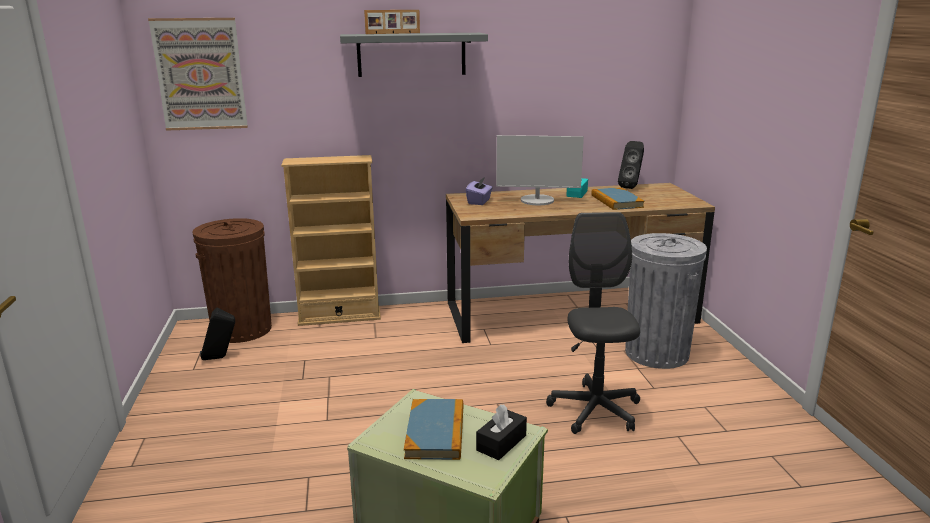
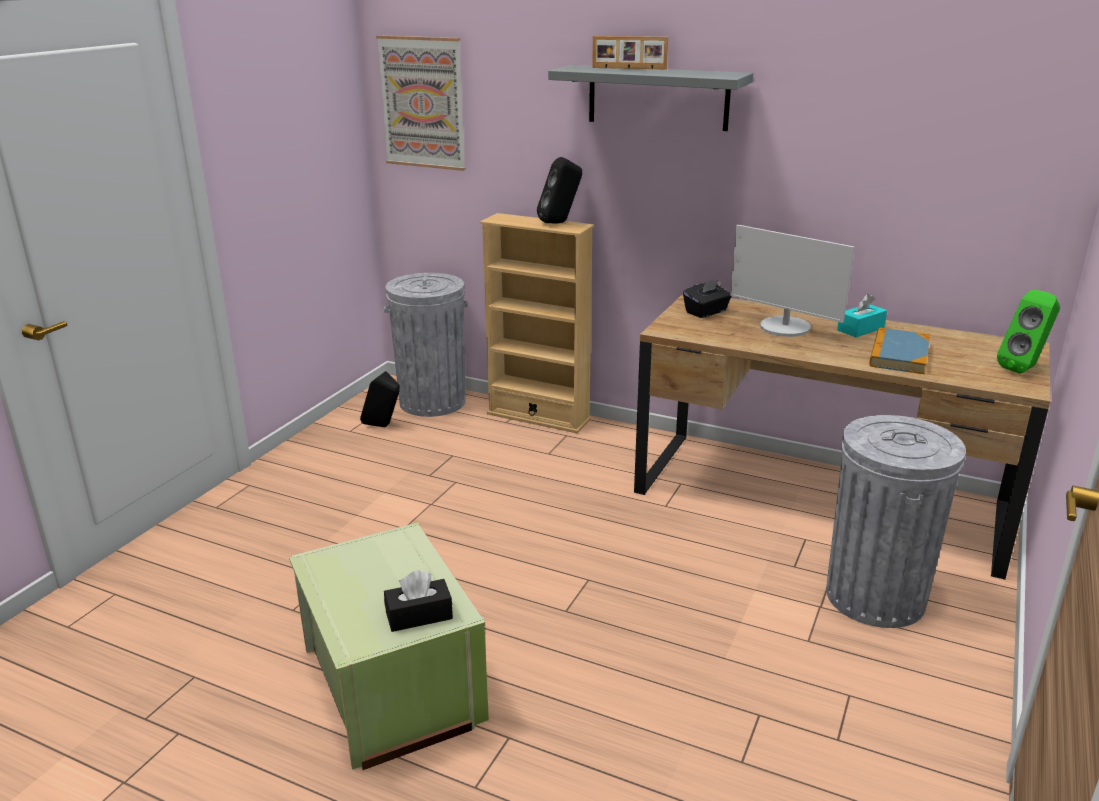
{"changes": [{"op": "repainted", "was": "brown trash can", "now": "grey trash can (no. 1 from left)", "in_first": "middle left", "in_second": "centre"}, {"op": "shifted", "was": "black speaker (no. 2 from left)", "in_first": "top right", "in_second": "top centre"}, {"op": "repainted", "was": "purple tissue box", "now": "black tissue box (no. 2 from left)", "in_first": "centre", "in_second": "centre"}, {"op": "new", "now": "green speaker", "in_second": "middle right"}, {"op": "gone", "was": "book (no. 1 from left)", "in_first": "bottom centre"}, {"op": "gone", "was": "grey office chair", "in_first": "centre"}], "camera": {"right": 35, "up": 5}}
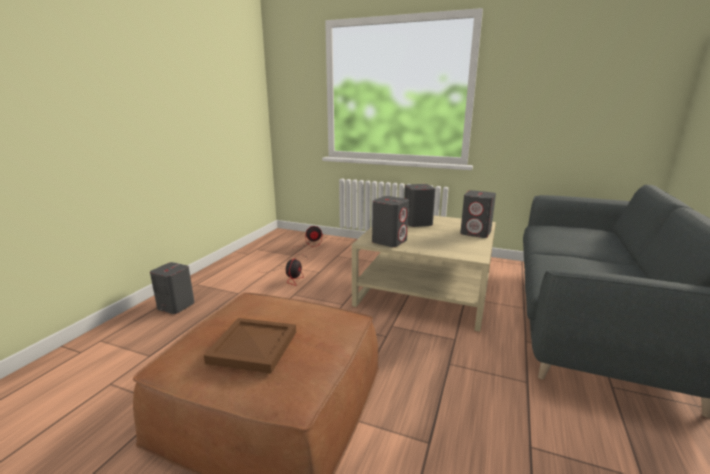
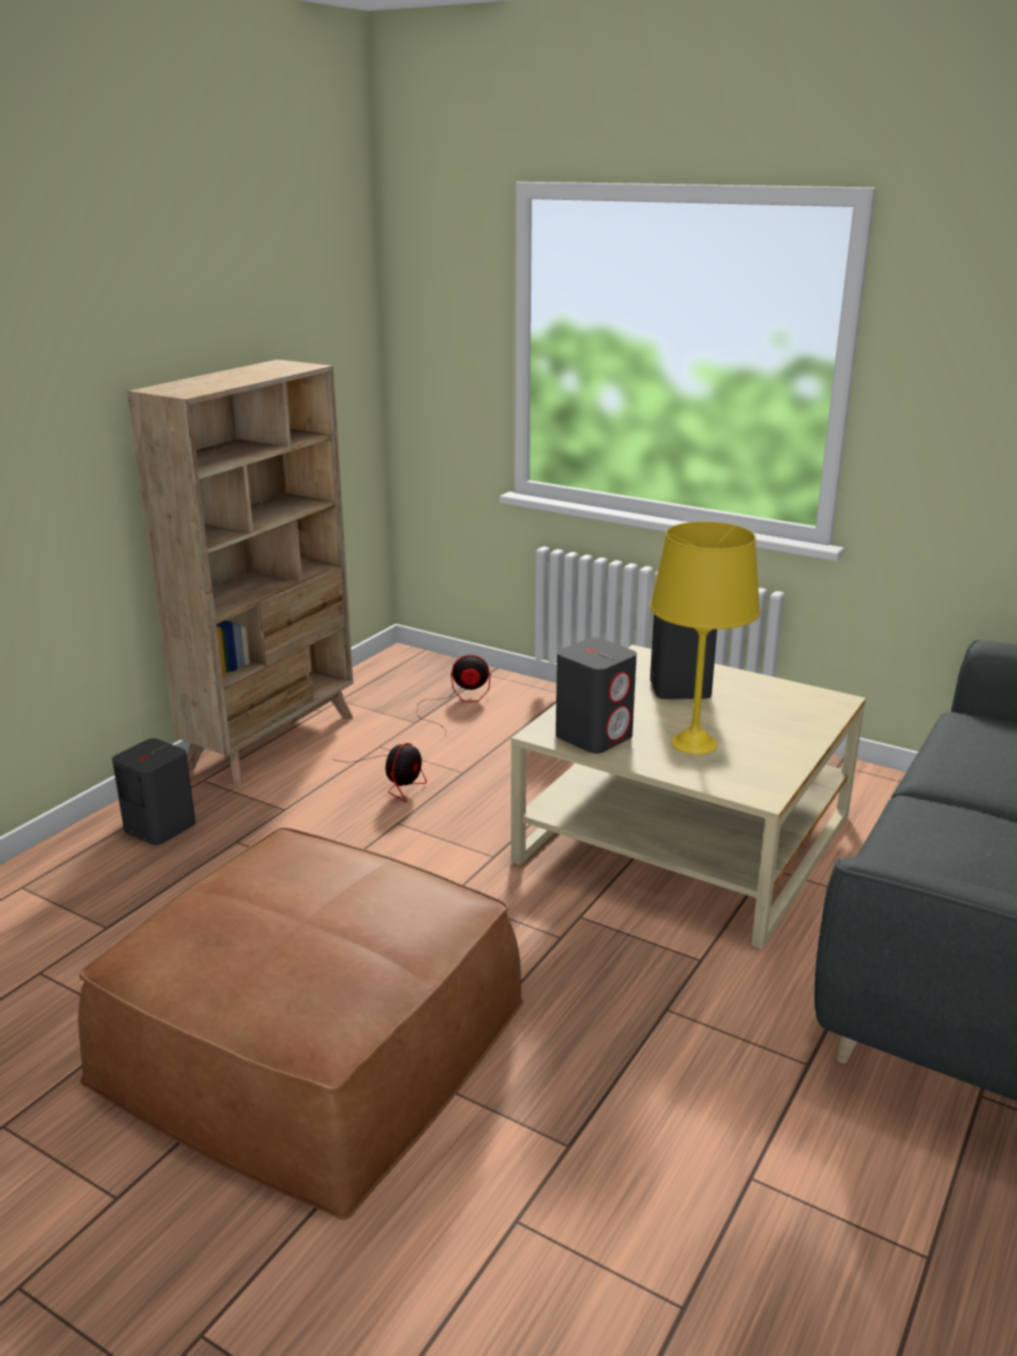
{"changes": [{"op": "new", "now": "beige bookcase", "in_second": "middle left"}, {"op": "new", "now": "yellow table lamp", "in_second": "middle right"}, {"op": "gone", "was": "brown tray", "in_first": "bottom centre"}, {"op": "gone", "was": "grey speaker (no. 4 from left)", "in_first": "middle right"}], "camera": {"right": 10, "up": 5}}
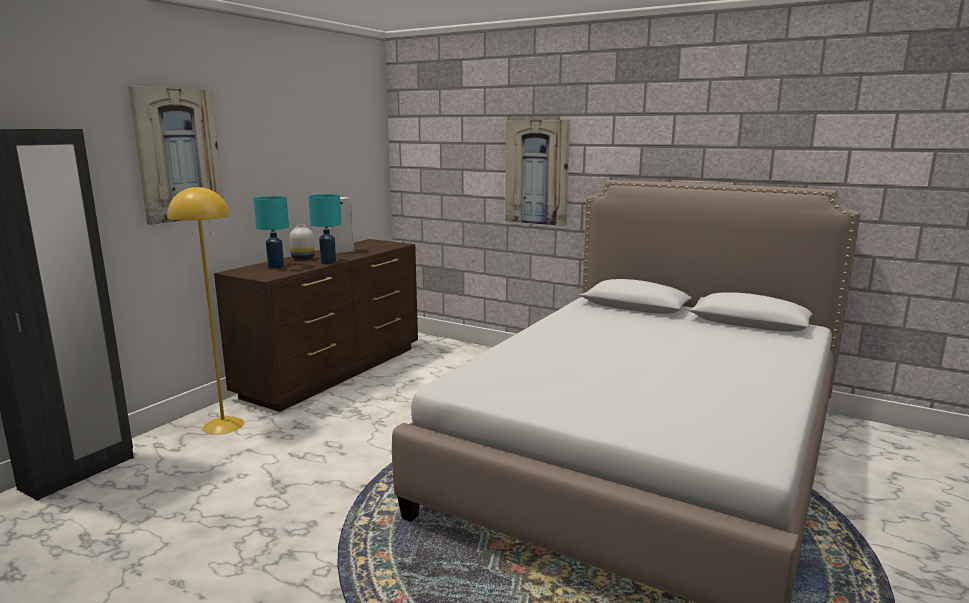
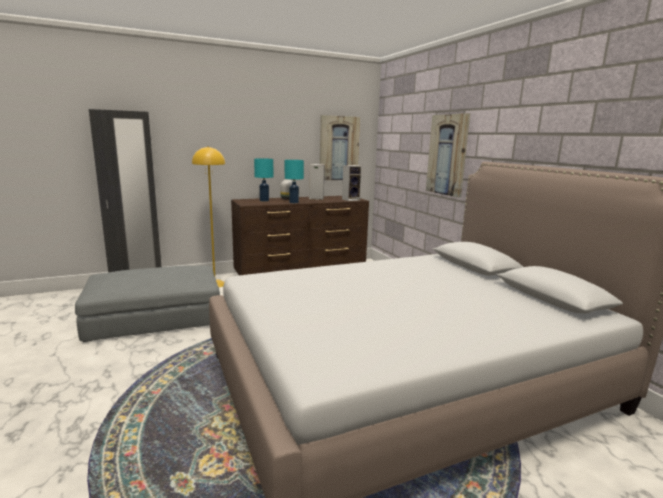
{"changes": [{"op": "new", "now": "grey ottoman", "in_second": "middle left"}, {"op": "shifted", "was": "picture (no. 1 from left)", "in_first": "top left", "in_second": "top centre"}, {"op": "new", "now": "speaker (no. 2 from left)", "in_second": "centre"}], "camera": {"right": 35, "up": 0}}
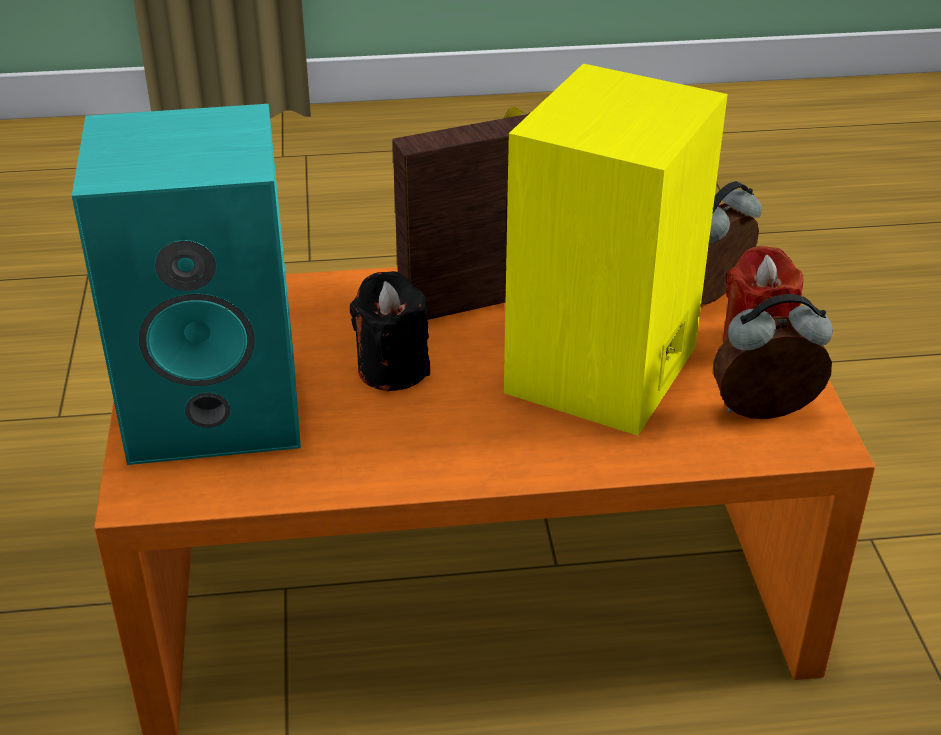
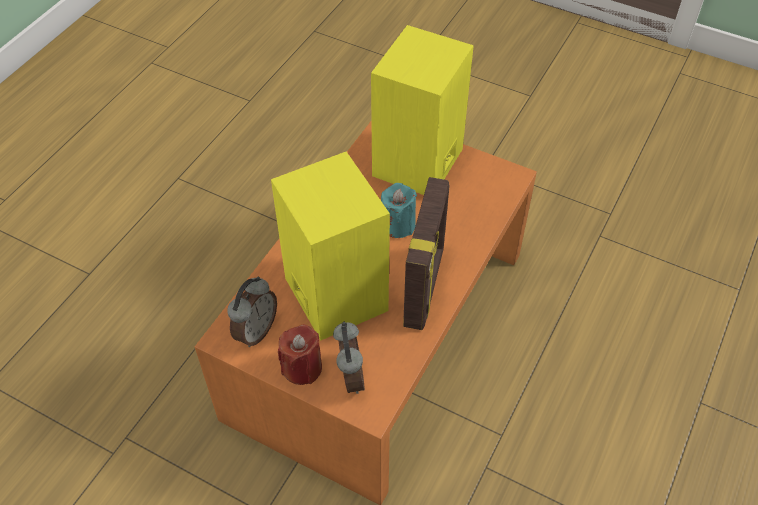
{"changes": [{"op": "repainted", "was": "turquoise speaker", "now": "yellow speaker (no. 2 from left)", "in_first": "middle left", "in_second": "top centre"}, {"op": "repainted", "was": "black candle", "now": "turquoise candle", "in_first": "centre", "in_second": "centre"}], "camera": {"right": 125, "up": 15}}
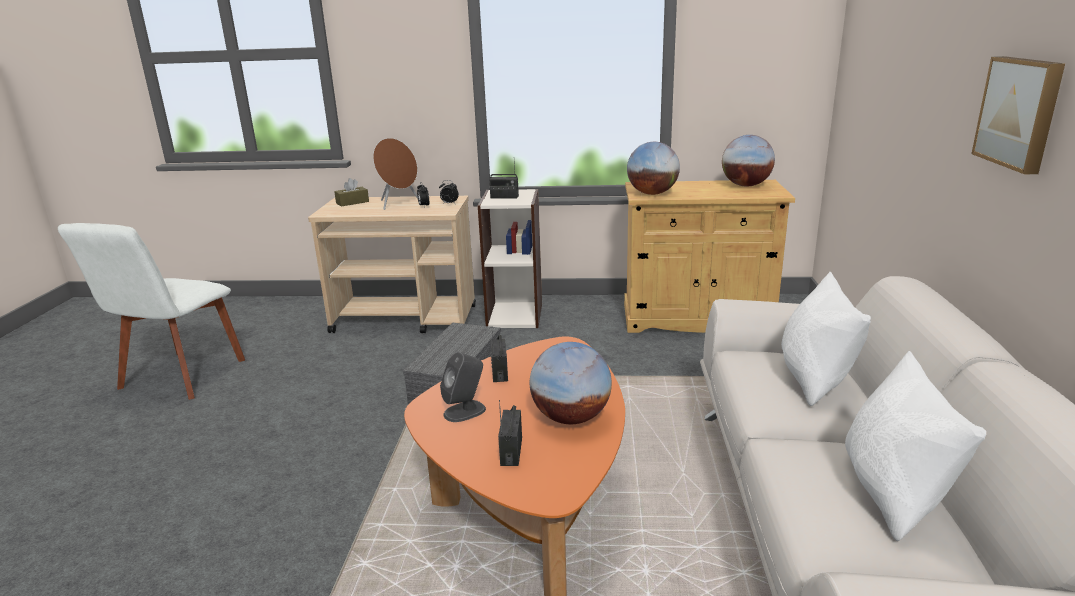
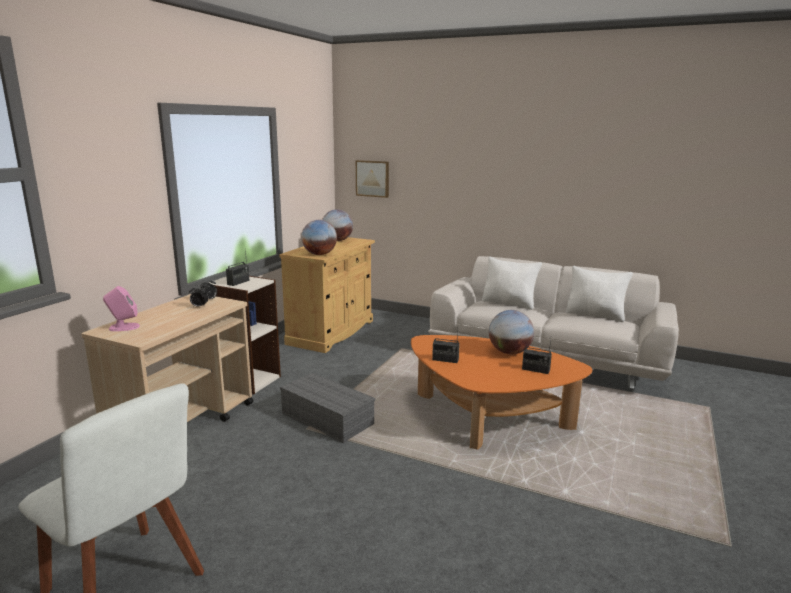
{"changes": [{"op": "swapped", "was": "brown tissue box", "now": "pink speaker", "in_first": "top left", "in_second": "middle left"}, {"op": "shifted", "was": "picture", "in_first": "top right", "in_second": "top centre"}, {"op": "gone", "was": "brown speaker", "in_first": "top centre"}, {"op": "gone", "was": "grey speaker", "in_first": "centre"}], "camera": {"right": -70, "up": -5}}
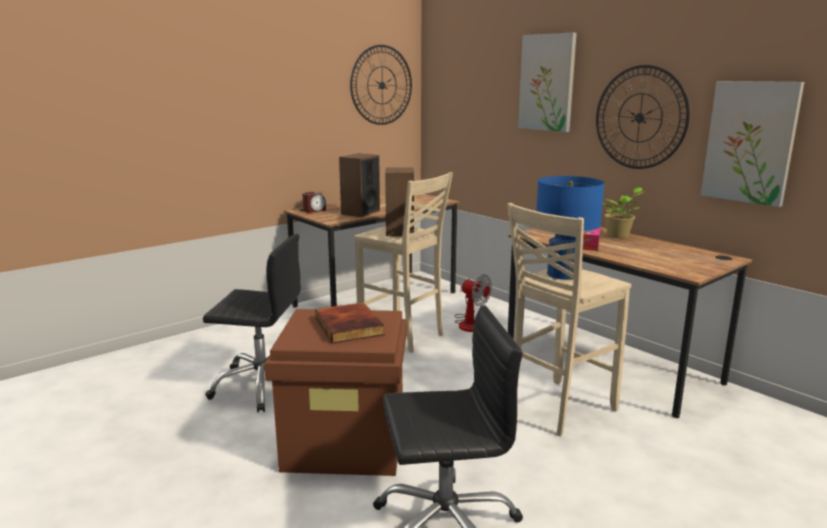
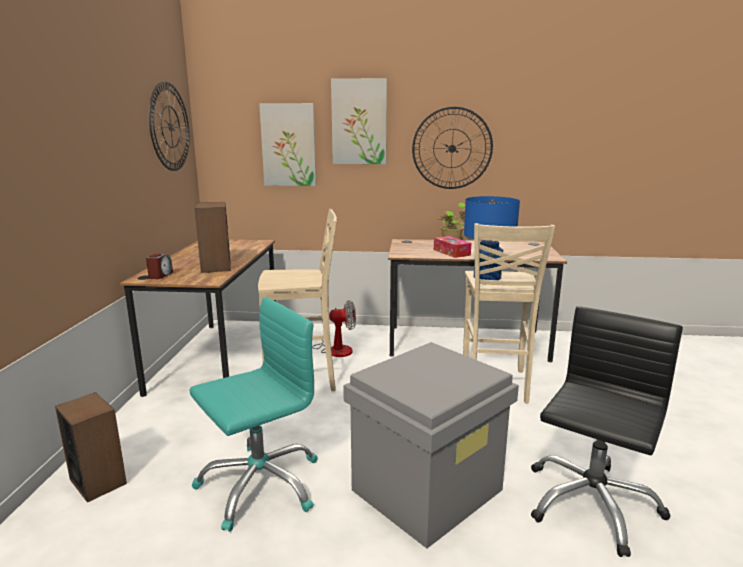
{"changes": [{"op": "shifted", "was": "speaker (no. 2 from left in the first image)", "now": "speaker (no. 1 from left)", "in_first": "centre", "in_second": "bottom left"}, {"op": "repainted", "was": "black office chair (no. 1 from left)", "now": "turquoise office chair", "in_first": "middle left", "in_second": "bottom centre"}, {"op": "shifted", "was": "picture (no. 2 from left in the first image)", "now": "picture (no. 1 from left)", "in_first": "top right", "in_second": "top centre"}, {"op": "repainted", "was": "brown storage box", "now": "grey storage box", "in_first": "bottom centre", "in_second": "bottom centre"}, {"op": "gone", "was": "book", "in_first": "centre"}], "camera": {"right": -45, "up": 0}}
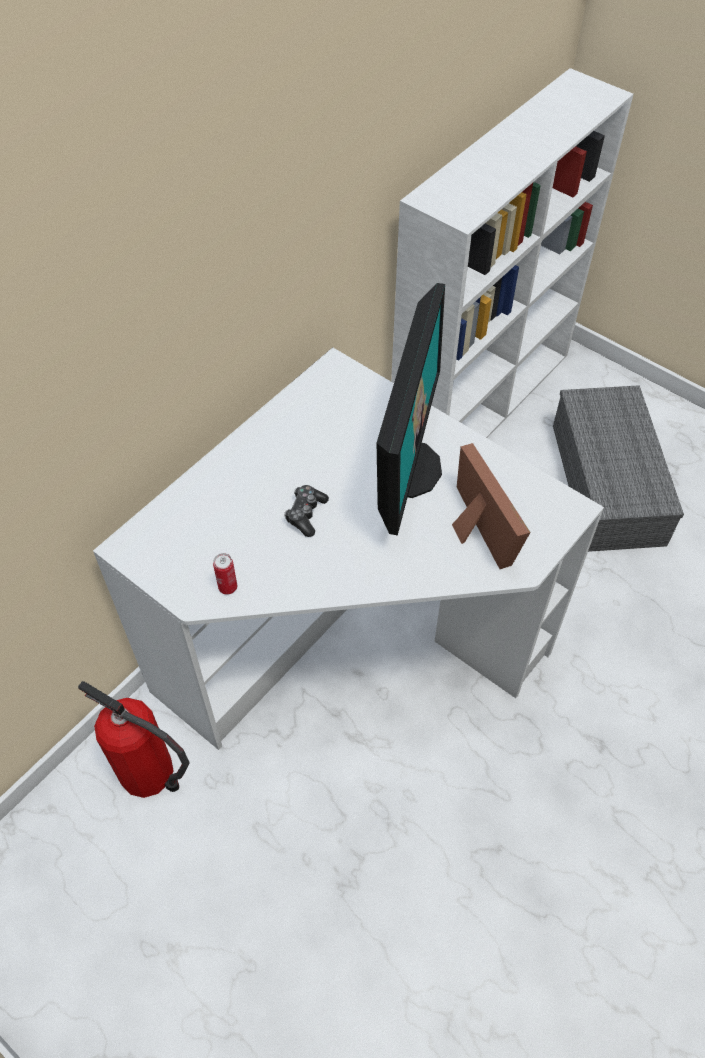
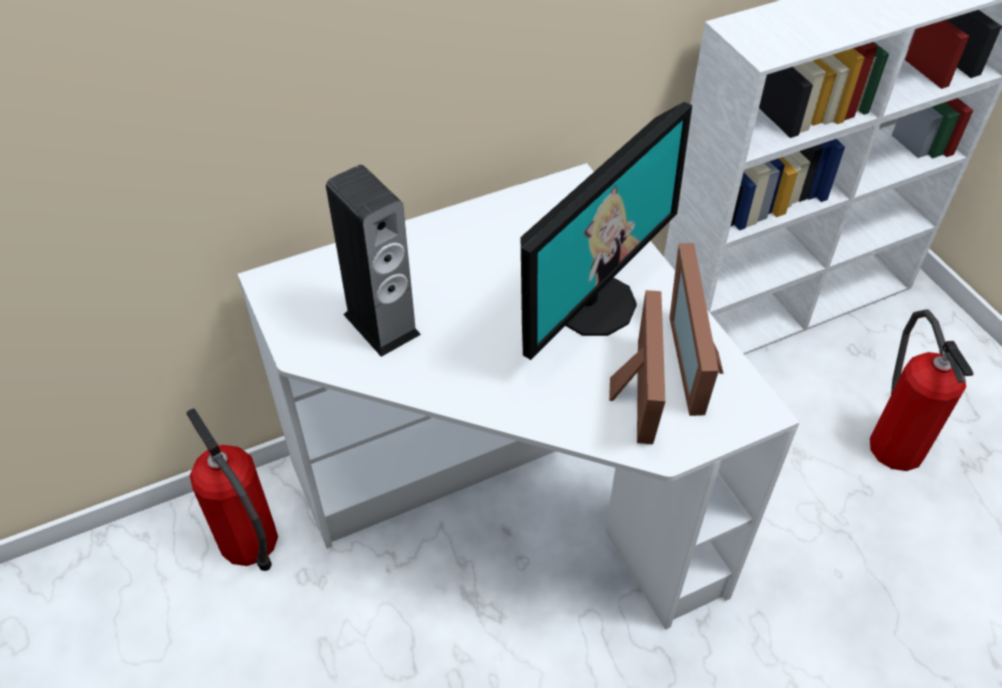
{"changes": [{"op": "new", "now": "speaker", "in_second": "centre"}, {"op": "new", "now": "picture frame (no. 2 from left)", "in_second": "middle right"}, {"op": "swapped", "was": "grey storage box", "now": "fire extinguisher (no. 2 from left)", "in_first": "middle right", "in_second": "middle right"}, {"op": "gone", "was": "can", "in_first": "middle left"}, {"op": "gone", "was": "game controller", "in_first": "centre"}], "camera": {"right": 25, "up": -5}}
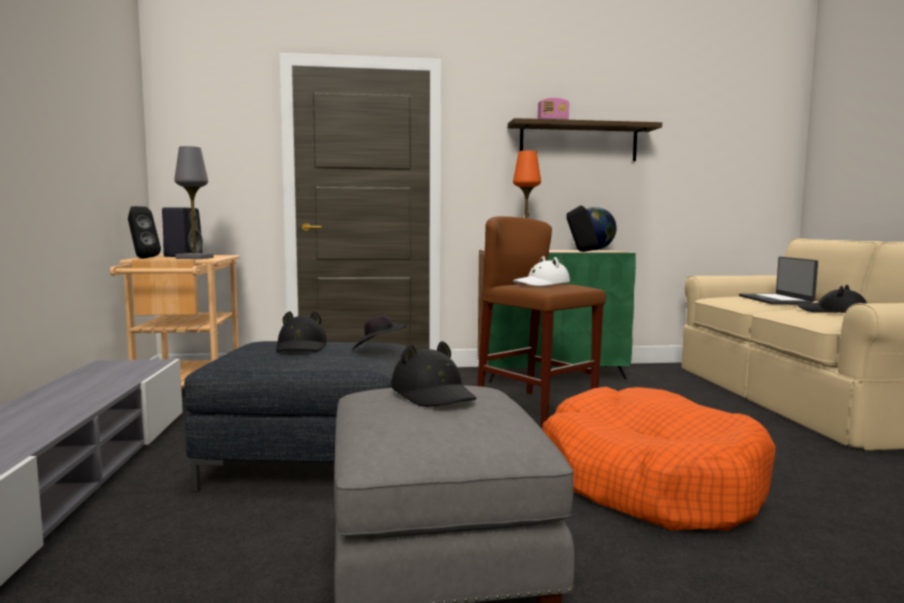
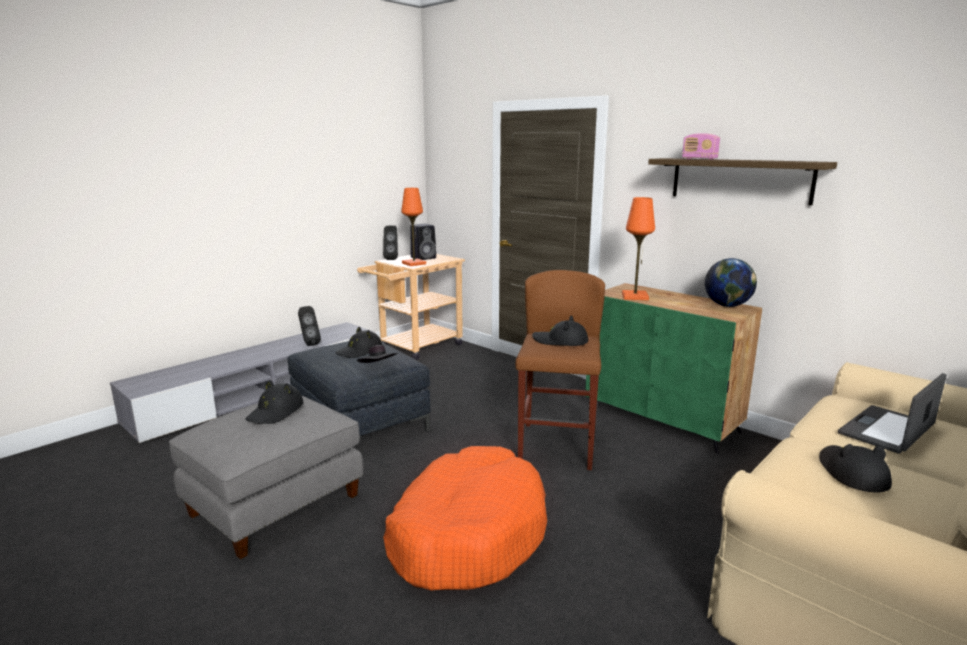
{"changes": [{"op": "shifted", "was": "black speaker (no. 3 from left in the first image)", "now": "black speaker (no. 1 from left)", "in_first": "centre", "in_second": "middle left"}, {"op": "repainted", "was": "grey table lamp", "now": "orange table lamp (no. 1 from left)", "in_first": "middle left", "in_second": "centre"}, {"op": "repainted", "was": "white hat", "now": "black hat (no. 4 from left)", "in_first": "centre", "in_second": "centre"}], "camera": {"right": 50, "up": 10}}
